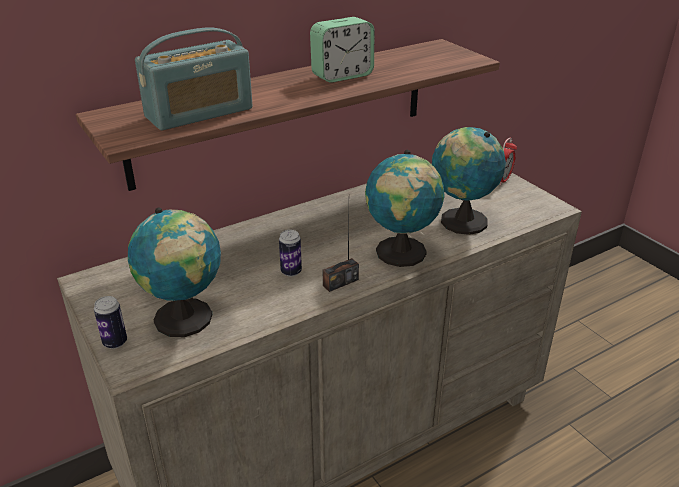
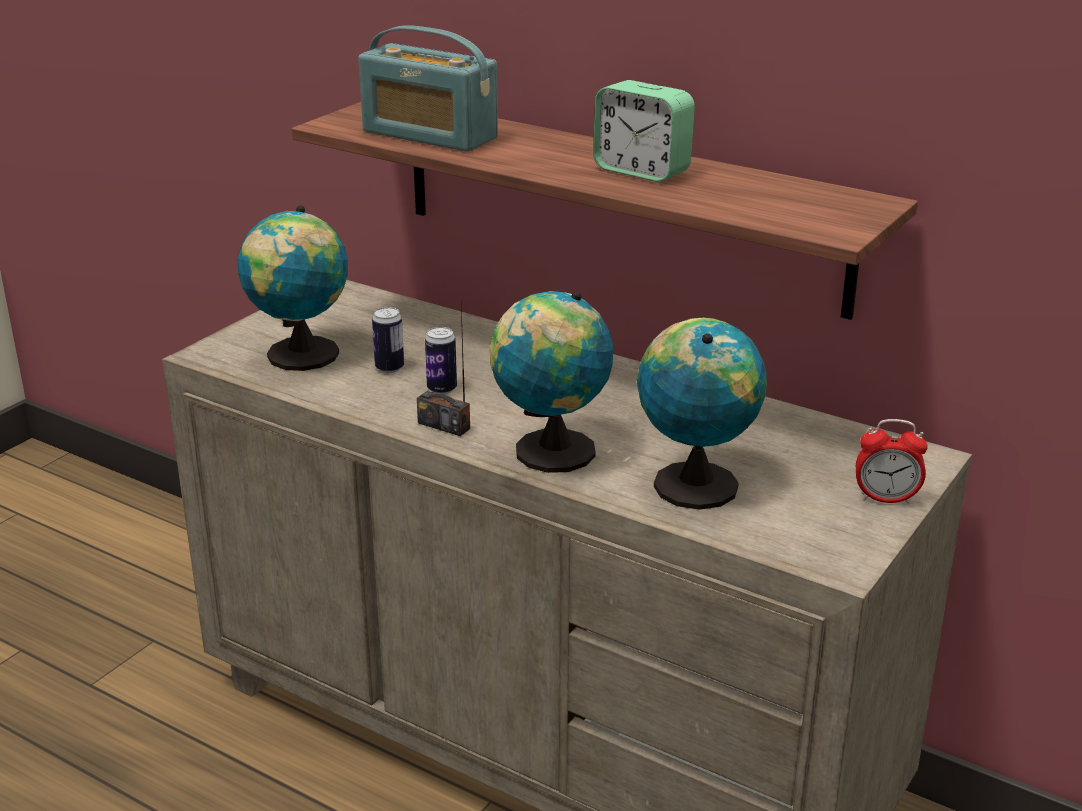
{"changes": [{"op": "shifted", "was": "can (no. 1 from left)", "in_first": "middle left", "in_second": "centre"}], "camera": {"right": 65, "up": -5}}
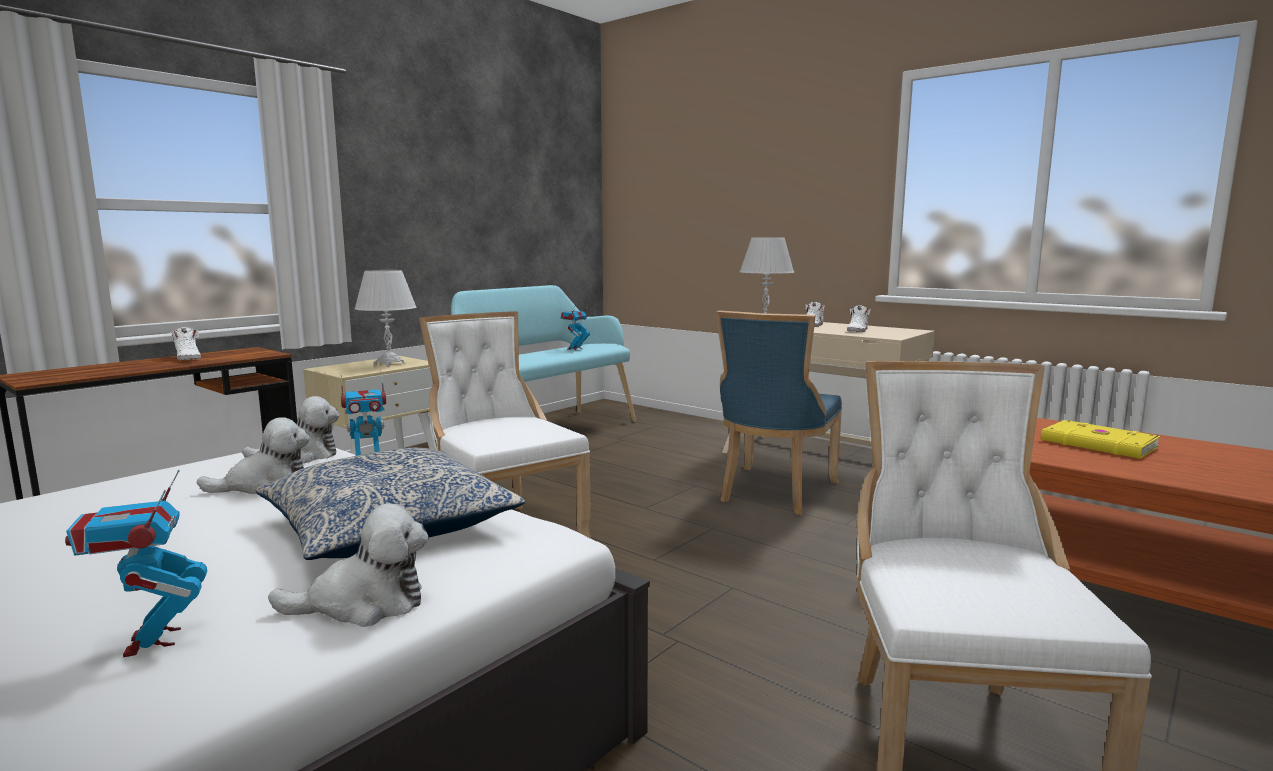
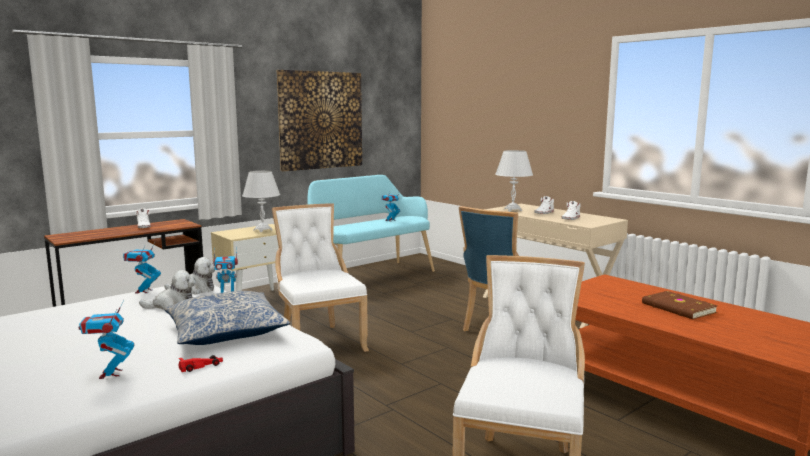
{"changes": [{"op": "new", "now": "toy robot (no. 2 from left)", "in_second": "middle left"}, {"op": "swapped", "was": "plush toy (no. 3 from left)", "now": "red toy car", "in_first": "bottom left", "in_second": "bottom left"}, {"op": "new", "now": "picture", "in_second": "top centre"}, {"op": "repainted", "was": "yellow book", "now": "brown book", "in_first": "middle right", "in_second": "bottom right"}], "camera": {"right": 10, "up": 0}}
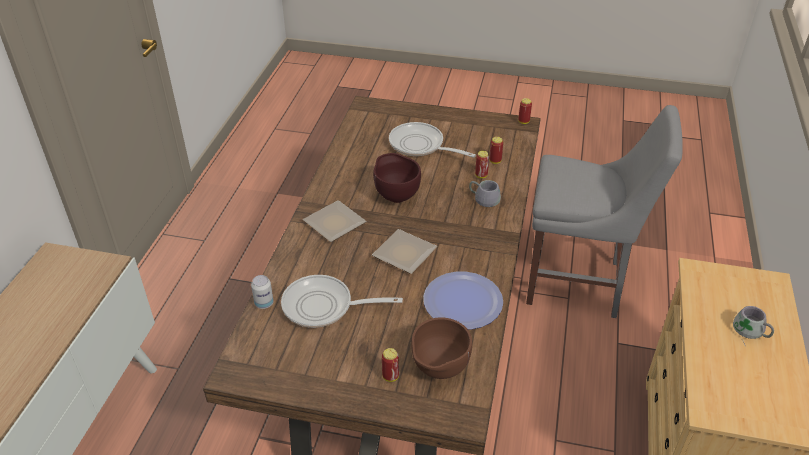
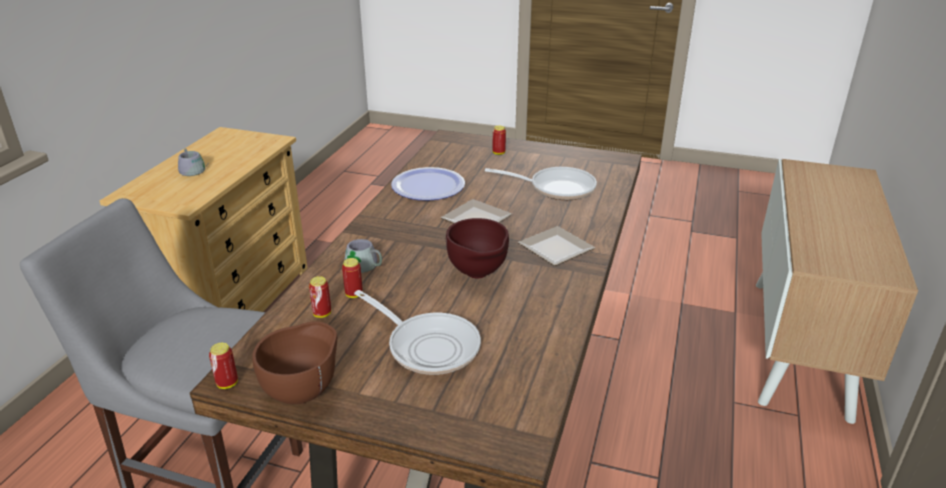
{"changes": [{"op": "shifted", "was": "brown bowl (no. 2 from left in the first image)", "now": "brown bowl (no. 1 from left)", "in_first": "bottom centre", "in_second": "bottom left"}, {"op": "gone", "was": "can (no. 1 from left)", "in_first": "middle left"}], "camera": {"right": -175, "up": -10}}
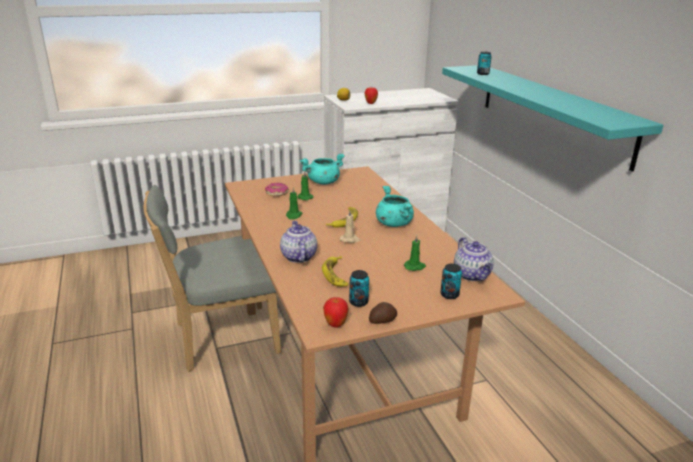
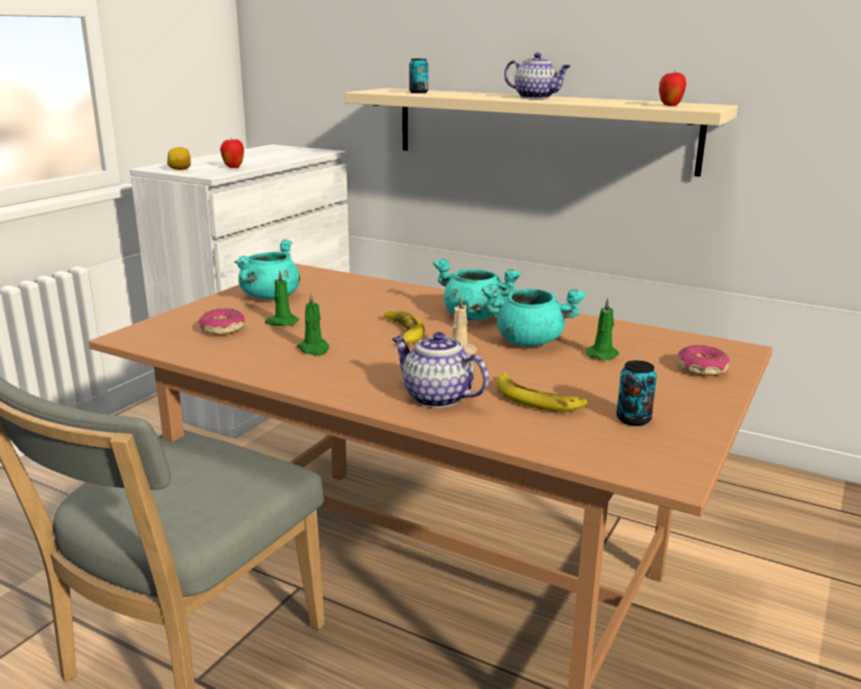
{"changes": [{"op": "repainted", "was": "turquoise shelf", "now": "beige shelf", "in_first": "top right", "in_second": "top centre"}, {"op": "new", "now": "turquoise cooking pot (no. 3 from left)", "in_second": "centre"}, {"op": "shifted", "was": "teapot (no. 2 from left)", "in_first": "middle right", "in_second": "top centre"}, {"op": "shifted", "was": "apple (no. 1 from left in the first image)", "now": "apple (no. 2 from left)", "in_first": "bottom centre", "in_second": "top right"}, {"op": "swapped", "was": "can (no. 2 from left)", "now": "donut (no. 2 from left)", "in_first": "centre", "in_second": "middle right"}, {"op": "gone", "was": "potato", "in_first": "bottom centre"}], "camera": {"right": -40, "up": -5}}
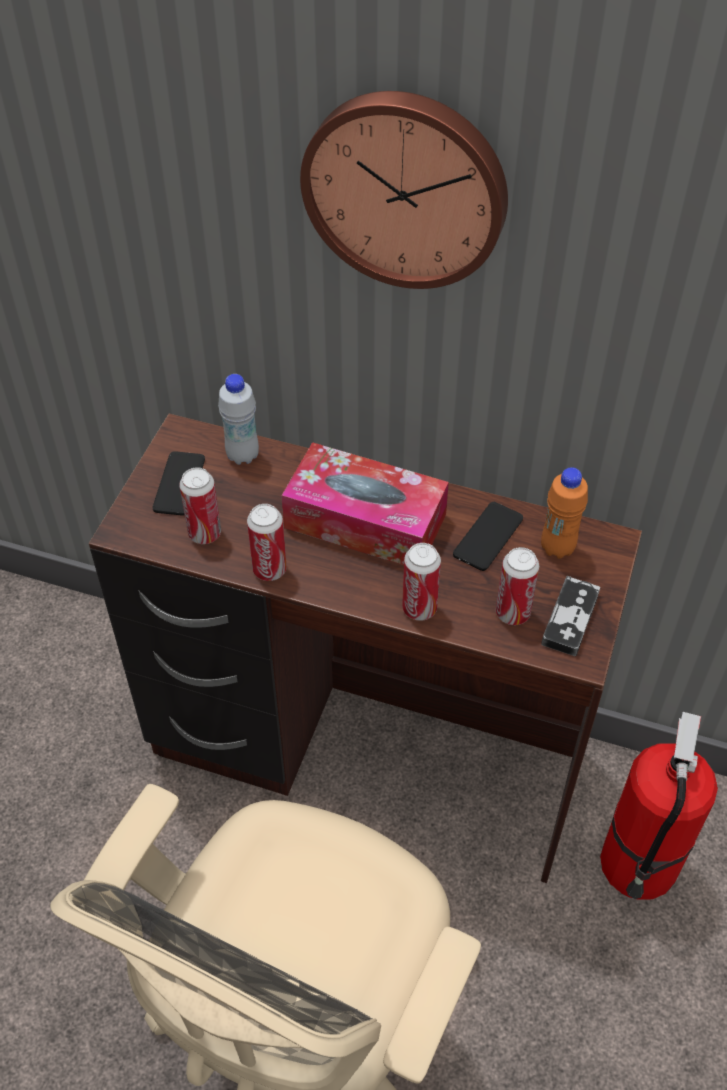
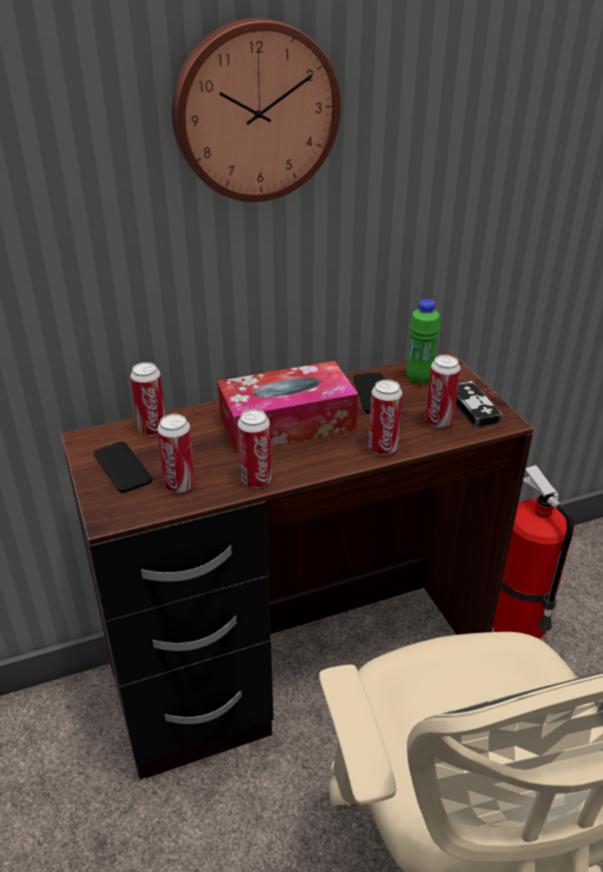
{"changes": [{"op": "swapped", "was": "white bottle", "now": "can (no. 1 from left)", "in_first": "middle left", "in_second": "middle left"}, {"op": "repainted", "was": "orange bottle", "now": "green bottle", "in_first": "middle right", "in_second": "middle right"}], "camera": {"right": -40, "up": -15}}
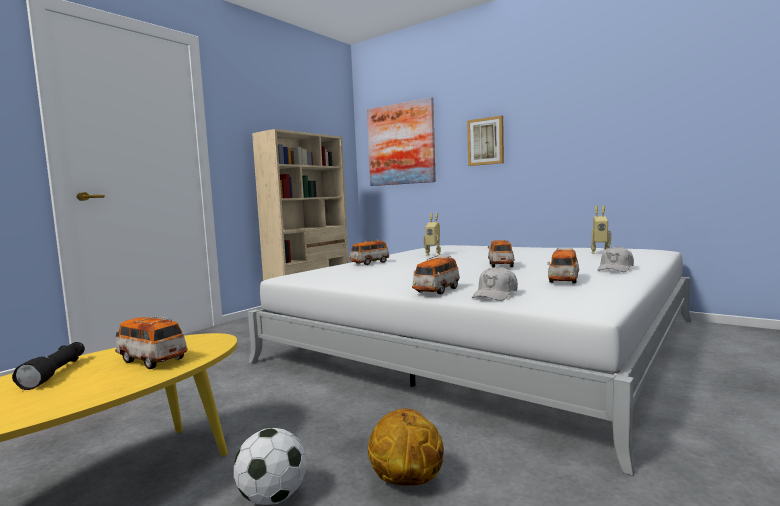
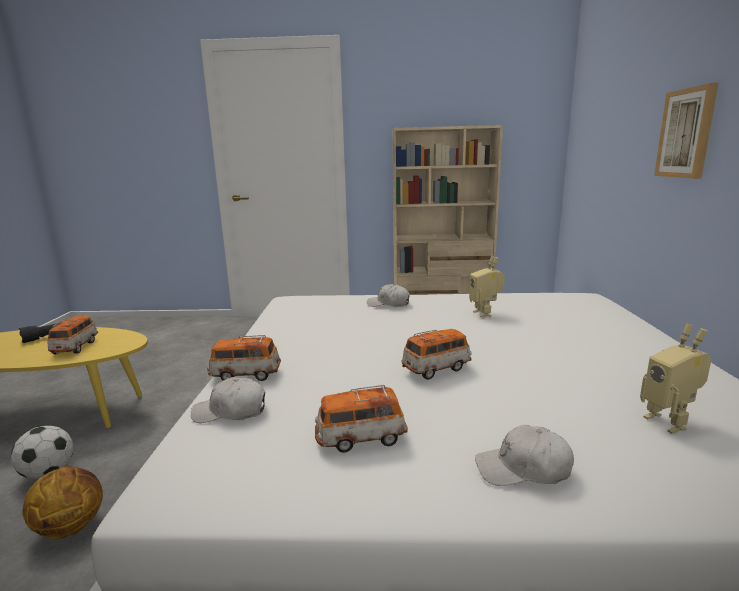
{"changes": [{"op": "swapped", "was": "toy car (no. 2 from left)", "now": "white cap (no. 2 from left)", "in_first": "centre", "in_second": "centre"}, {"op": "gone", "was": "picture (no. 1 from left)", "in_first": "top centre"}], "camera": {"right": 55, "up": 10}}
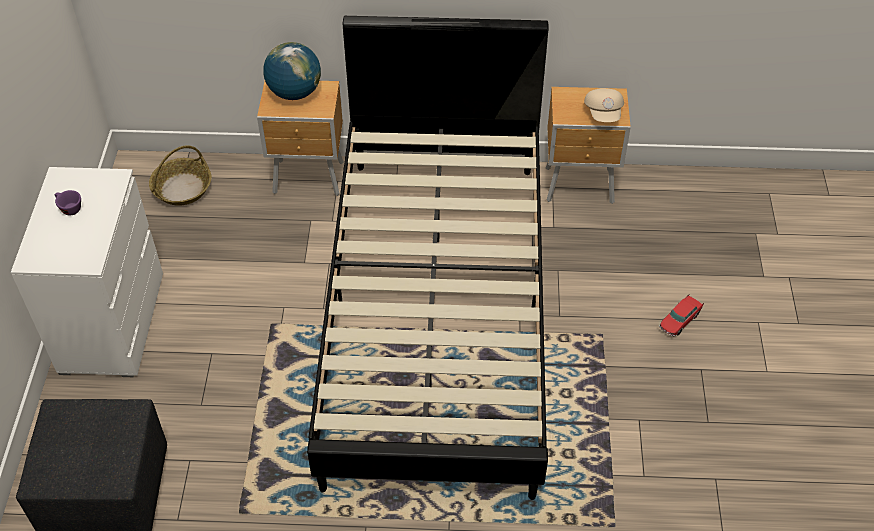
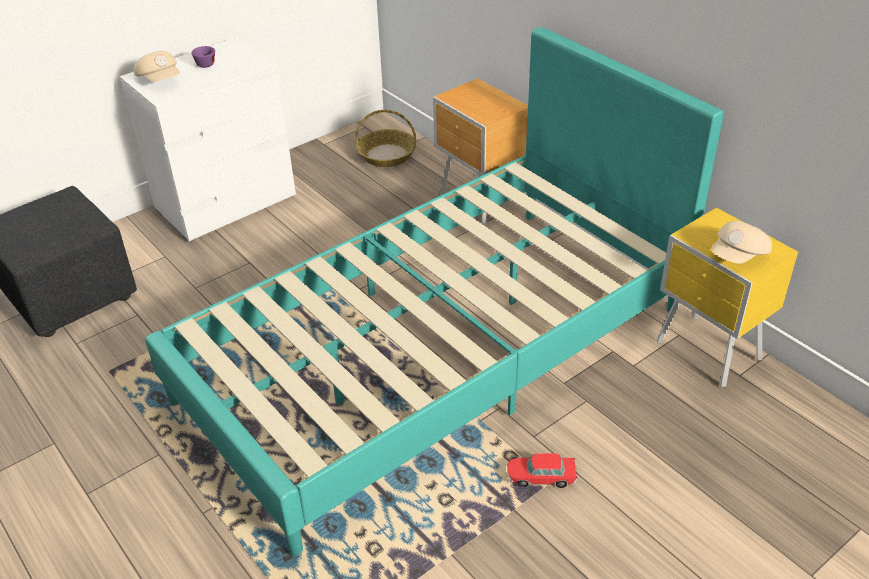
{"changes": [{"op": "new", "now": "beige cap (no. 1 from left)", "in_second": "top left"}, {"op": "repainted", "was": "black bed", "now": "turquoise bed", "in_first": "centre", "in_second": "centre"}, {"op": "shifted", "was": "toy car", "in_first": "middle right", "in_second": "bottom centre"}, {"op": "repainted", "was": "brown nightstand (no. 2 from left)", "now": "yellow nightstand", "in_first": "top right", "in_second": "middle right"}, {"op": "gone", "was": "globe", "in_first": "top centre"}], "camera": {"right": 50, "up": -10}}
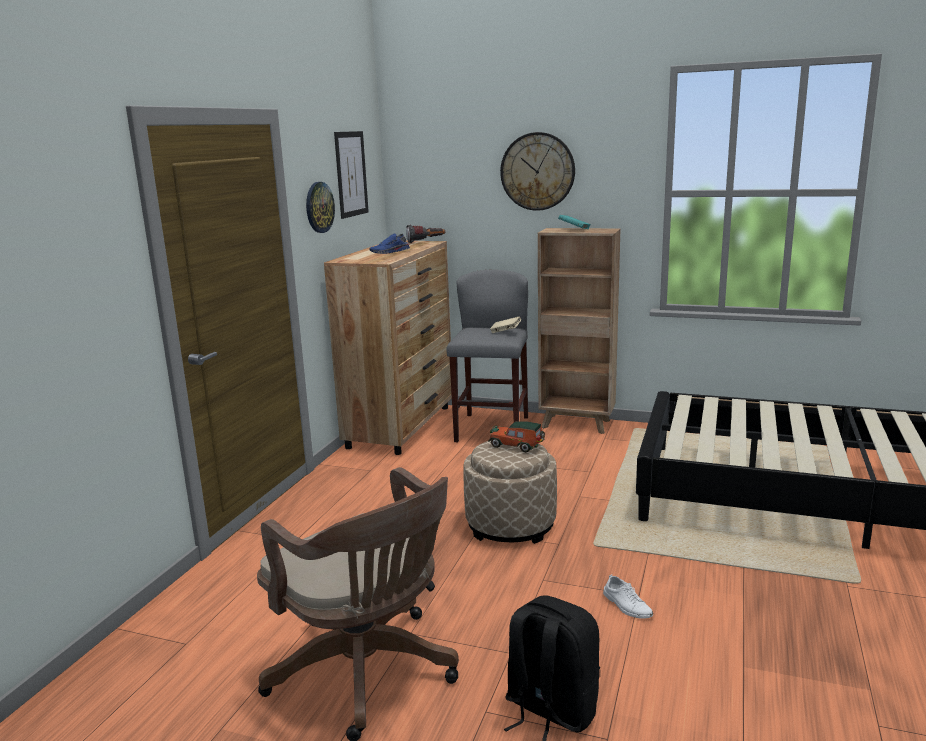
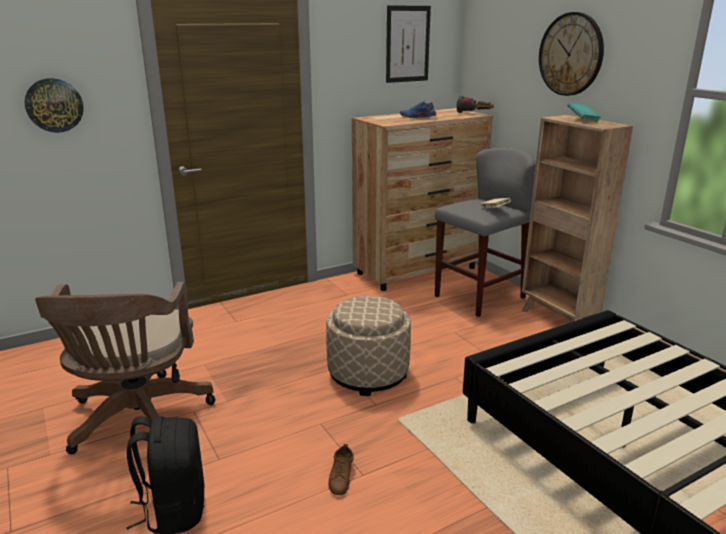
{"changes": [{"op": "shifted", "was": "wall clock (no. 1 from left)", "in_first": "top centre", "in_second": "top left"}, {"op": "repainted", "was": "white shoe", "now": "brown shoe", "in_first": "bottom right", "in_second": "bottom centre"}, {"op": "gone", "was": "toy car", "in_first": "centre"}], "camera": {"right": 40, "up": 5}}
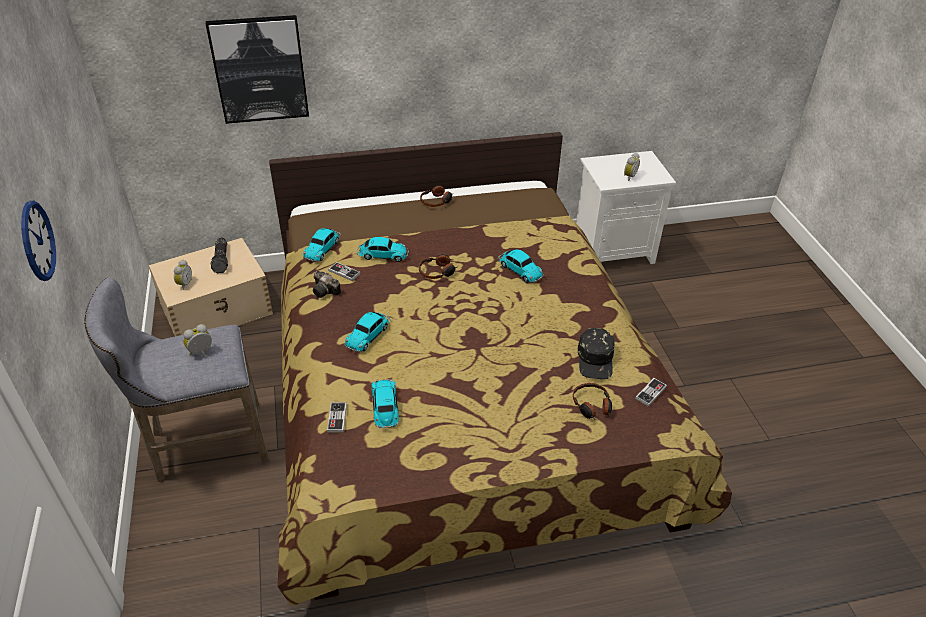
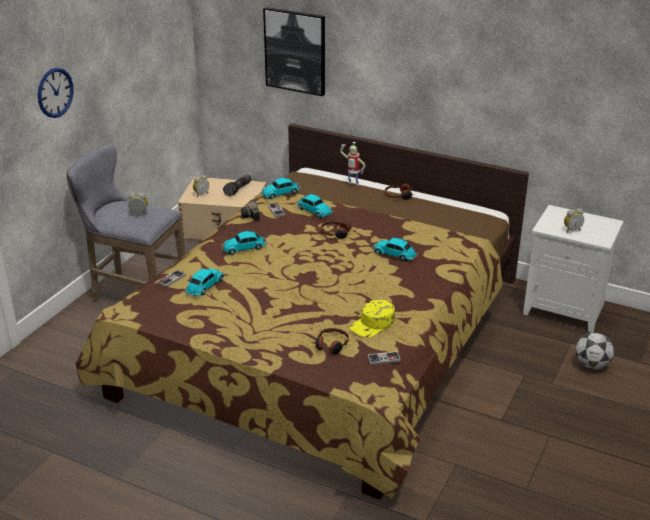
{"changes": [{"op": "new", "now": "toy robot", "in_second": "top centre"}, {"op": "repainted", "was": "black cap", "now": "yellow cap", "in_first": "centre", "in_second": "centre"}, {"op": "rotated", "was": "toy car (no. 5 from left)", "in_first": "centre", "in_second": "centre", "clockwise": 120}, {"op": "new", "now": "football", "in_second": "bottom right"}], "camera": {"right": 40, "up": -10}}
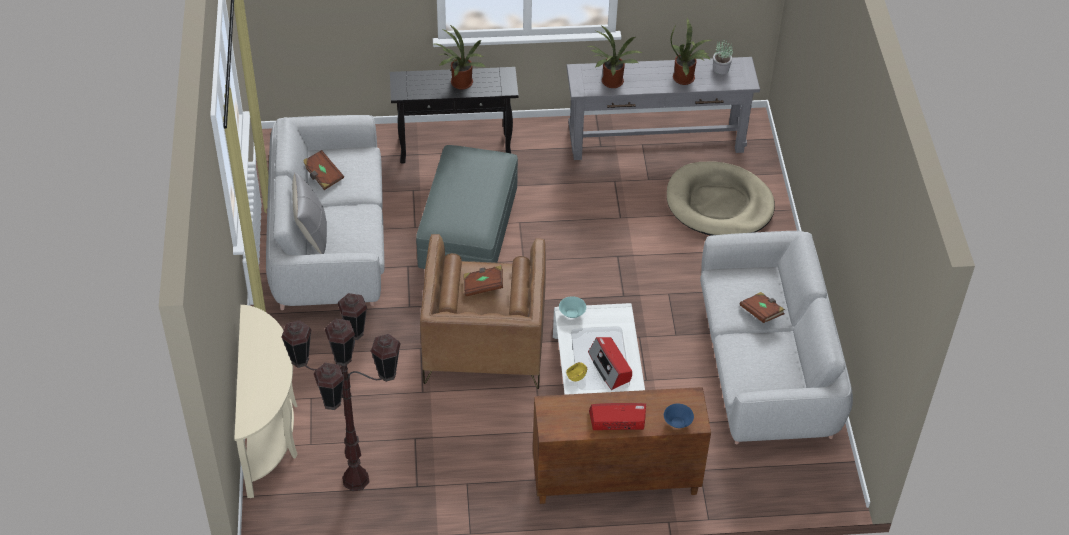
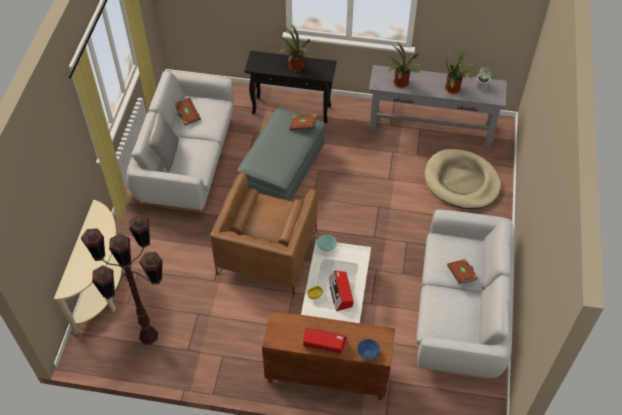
{"changes": [{"op": "shifted", "was": "brown book (no. 2 from left)", "in_first": "centre", "in_second": "top centre"}], "camera": {"right": 15, "up": 5}}
